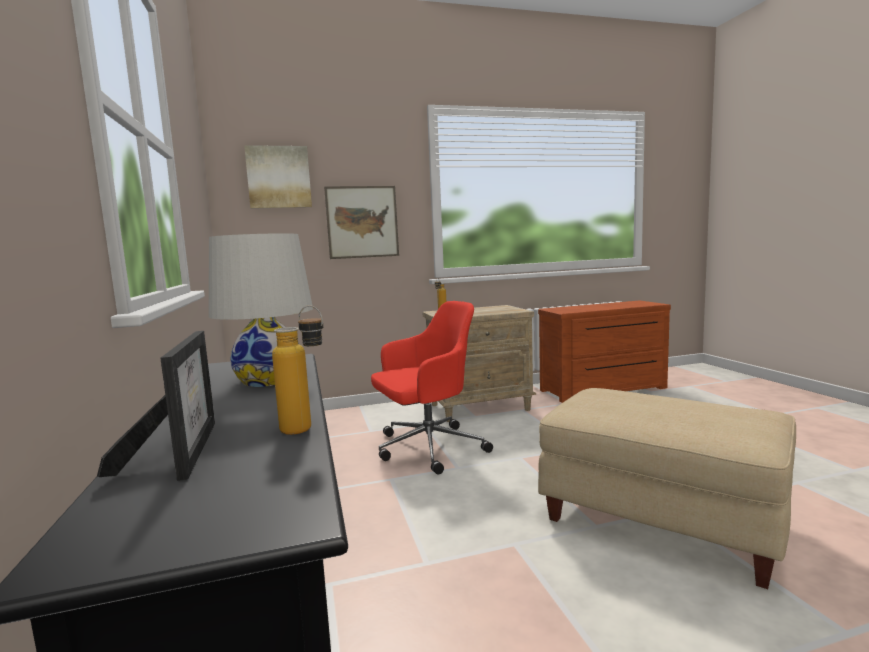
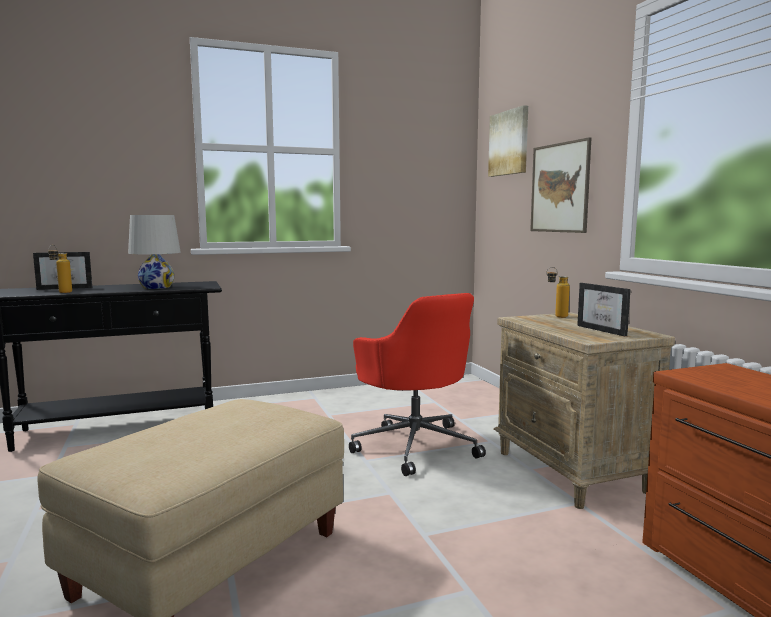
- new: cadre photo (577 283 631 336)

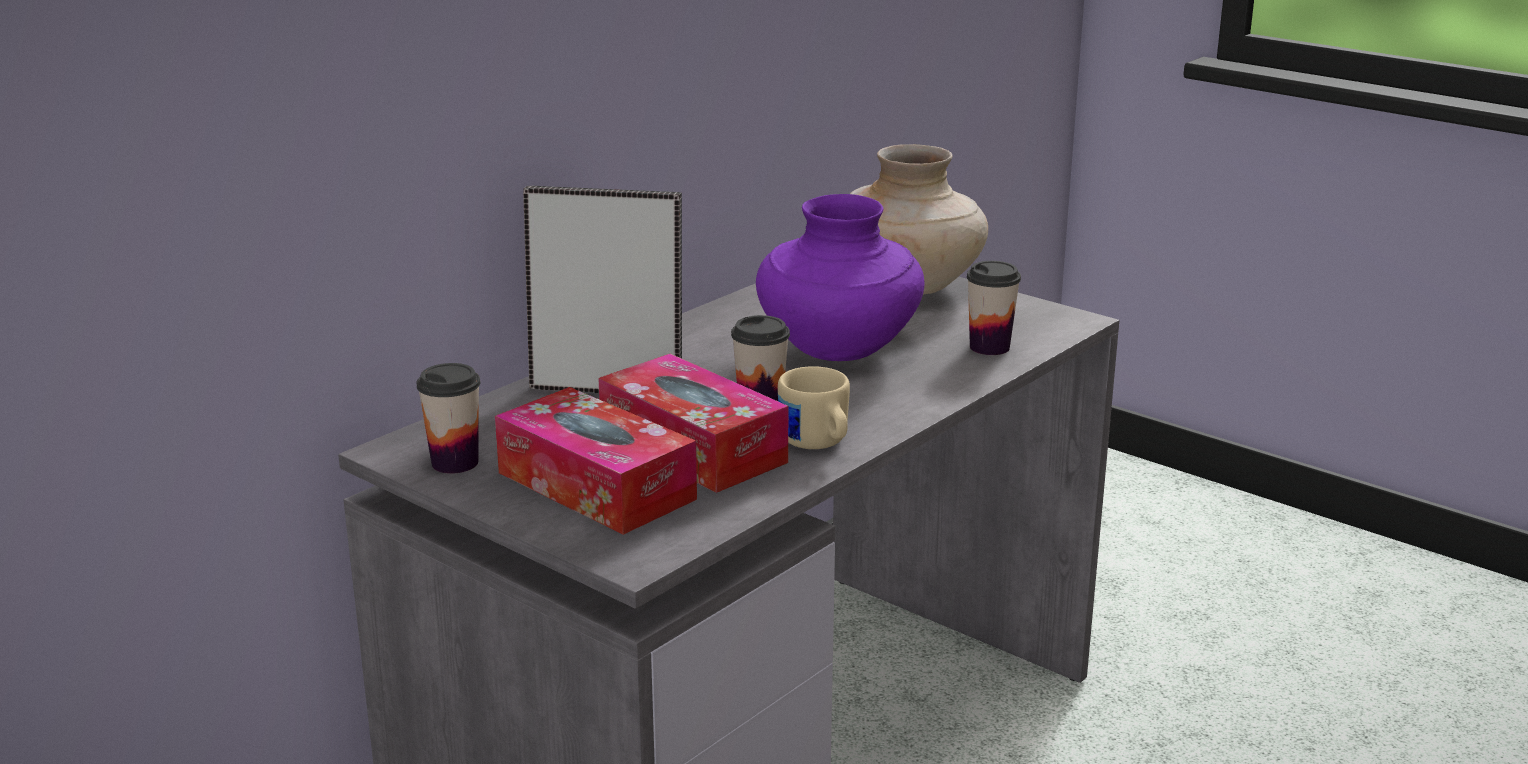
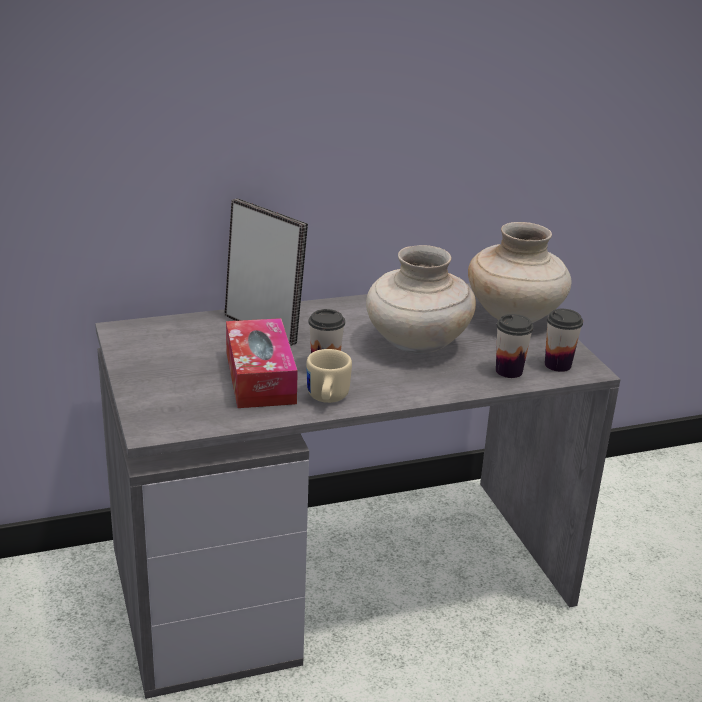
- repainted: vase (violet) (756 194 925 361) to vase (beige) (366 245 476 354)
- shifted: tasse (417 363 481 474) to (545 309 583 372)
- gone: boîte à mouchoirs (495 387 697 535)

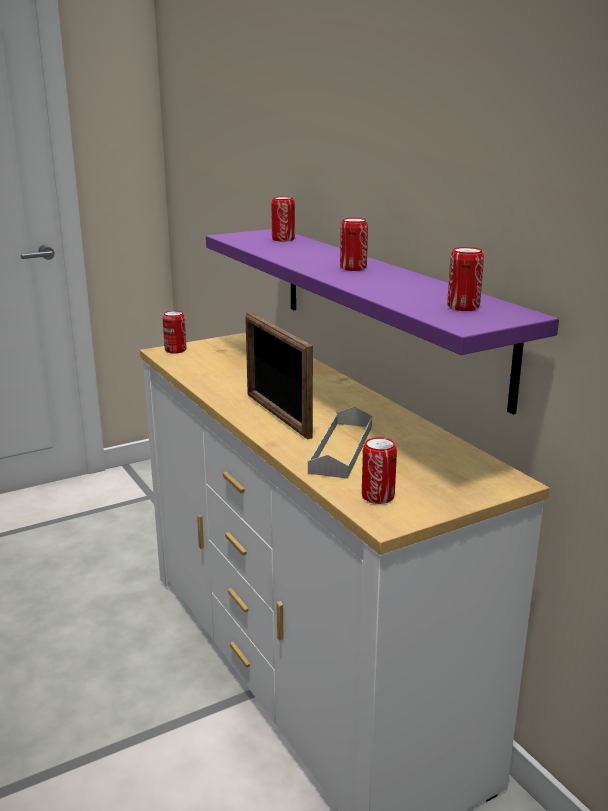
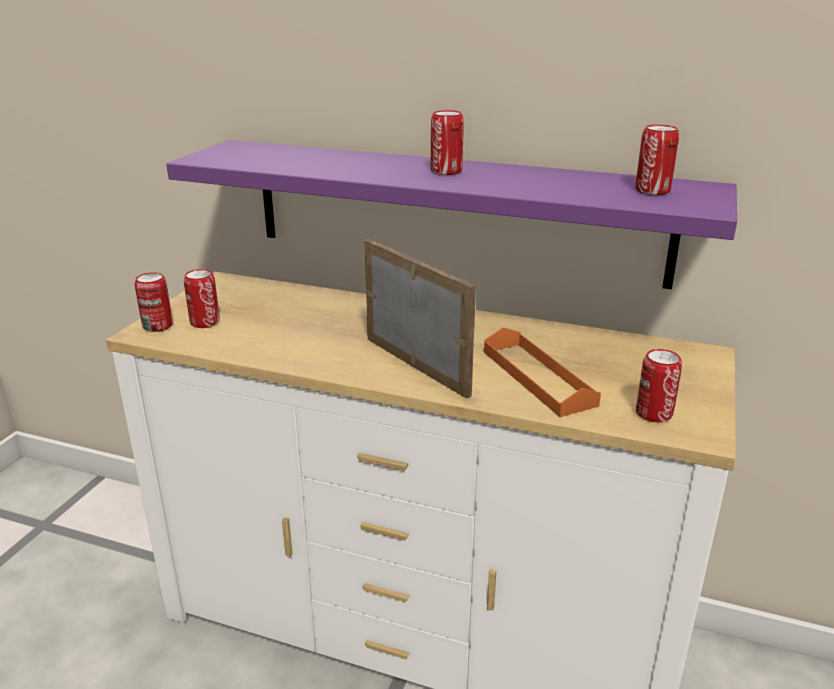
- shifted: boîte métallique (271 196 295 242) to (184 269 220 328)
- rotated: cadre photo (245 312 313 440) = (365 239 476 399) 150 degrees counterclockwise
- repainted: plateau (gris) (308 406 372 479) to plateau (orange) (484 327 601 417)

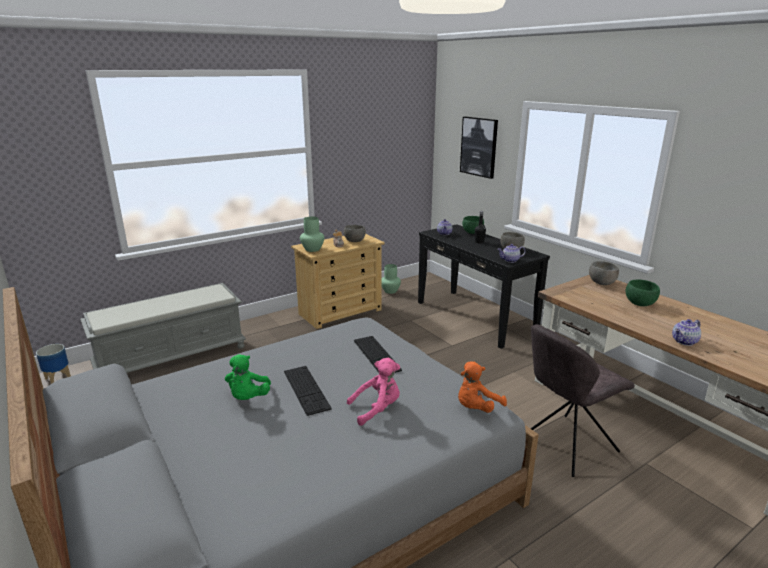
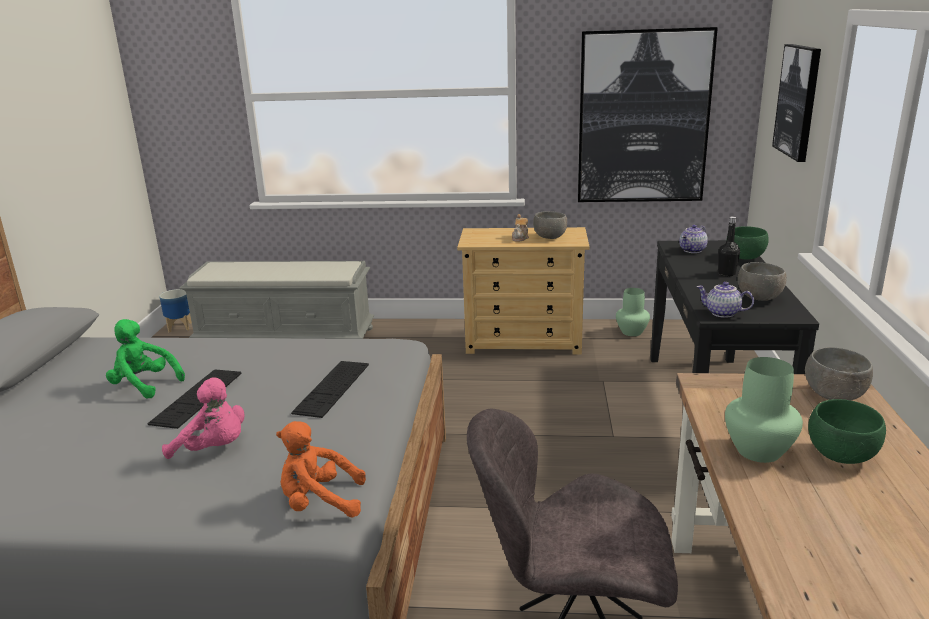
- shifted: vase (vert) (300 217 324 252) to (725 357 803 463)
- gone: théière (672 319 701 346)
- rotated: peluche (vert) (225 354 271 400) = (106 319 185 398) 75 degrees clockwise
- new: tableau (578 27 718 202)

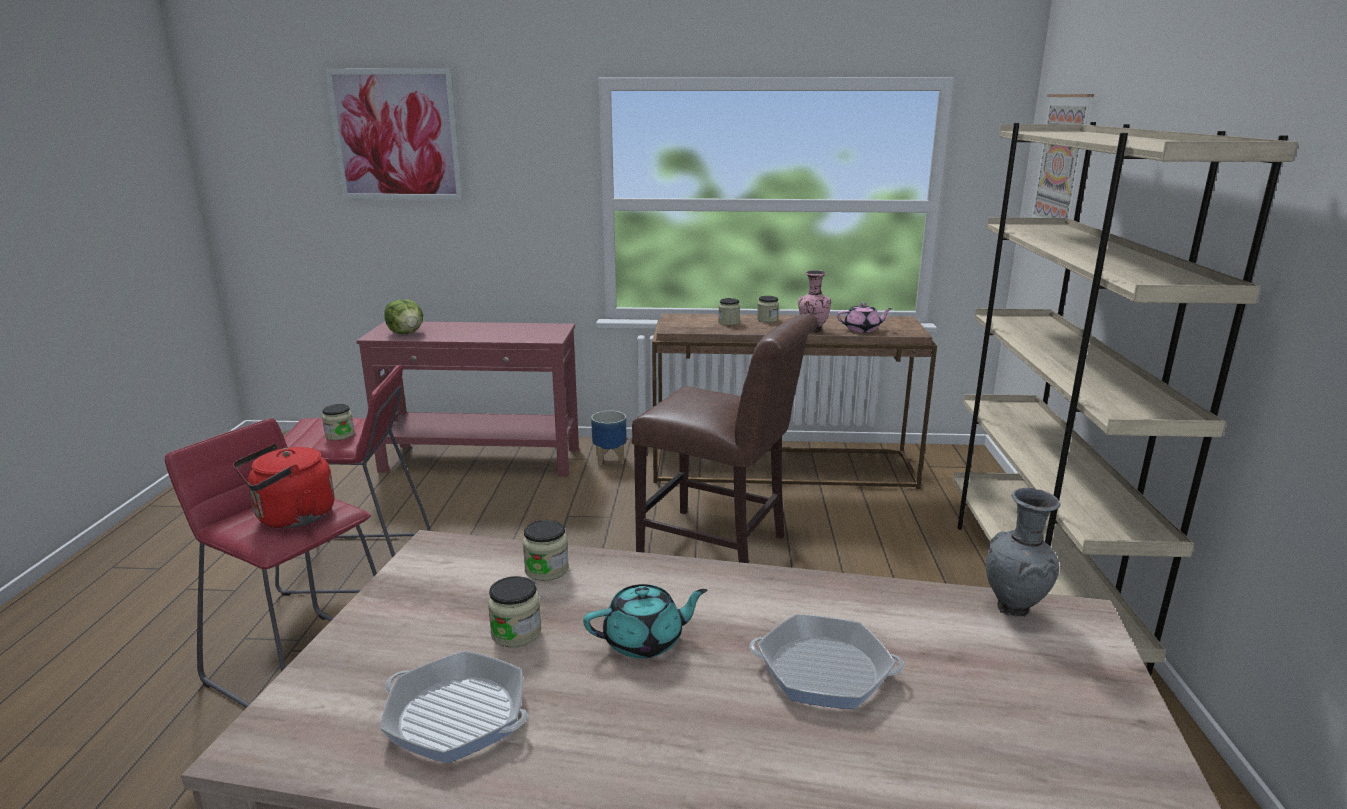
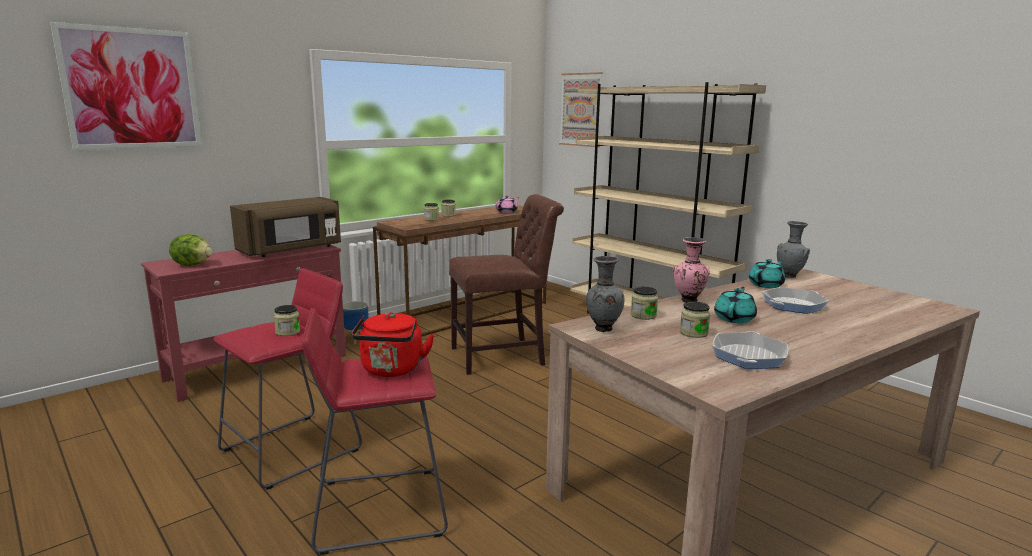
- shifted: vase (rose) (798 270 831 333) to (673 237 710 303)
- rotated: poêle (381 651 528 763) = (712 331 788 369) 135 degrees clockwise
- new: micro-ondes (marron) (230 197 341 257)
- new: vase (gris) (586 256 625 332)
- new: théière (turquoise) (749 259 785 288)

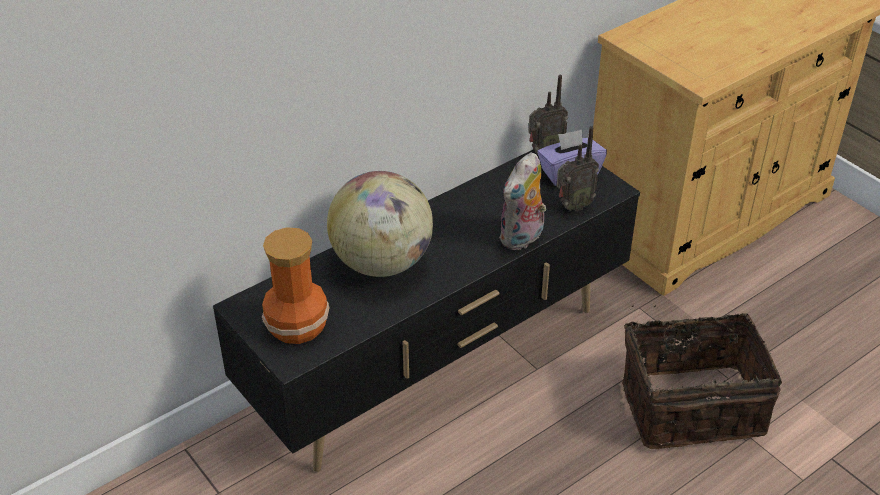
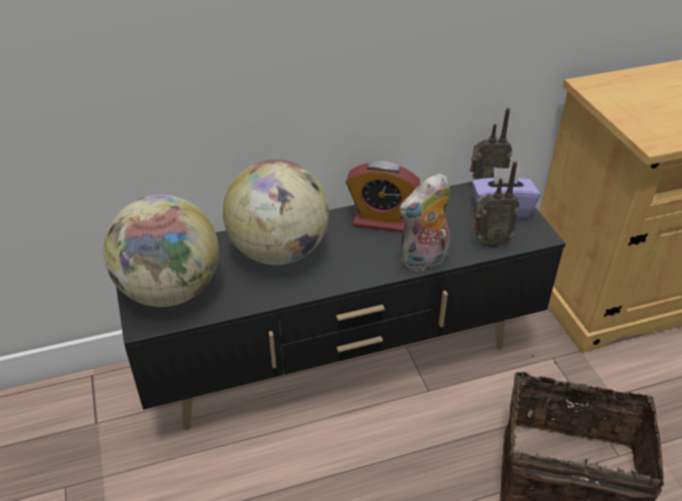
- swapped: vase (262 227 329 344) to globe (103 195 219 307)
- new: réveil (346 161 420 233)

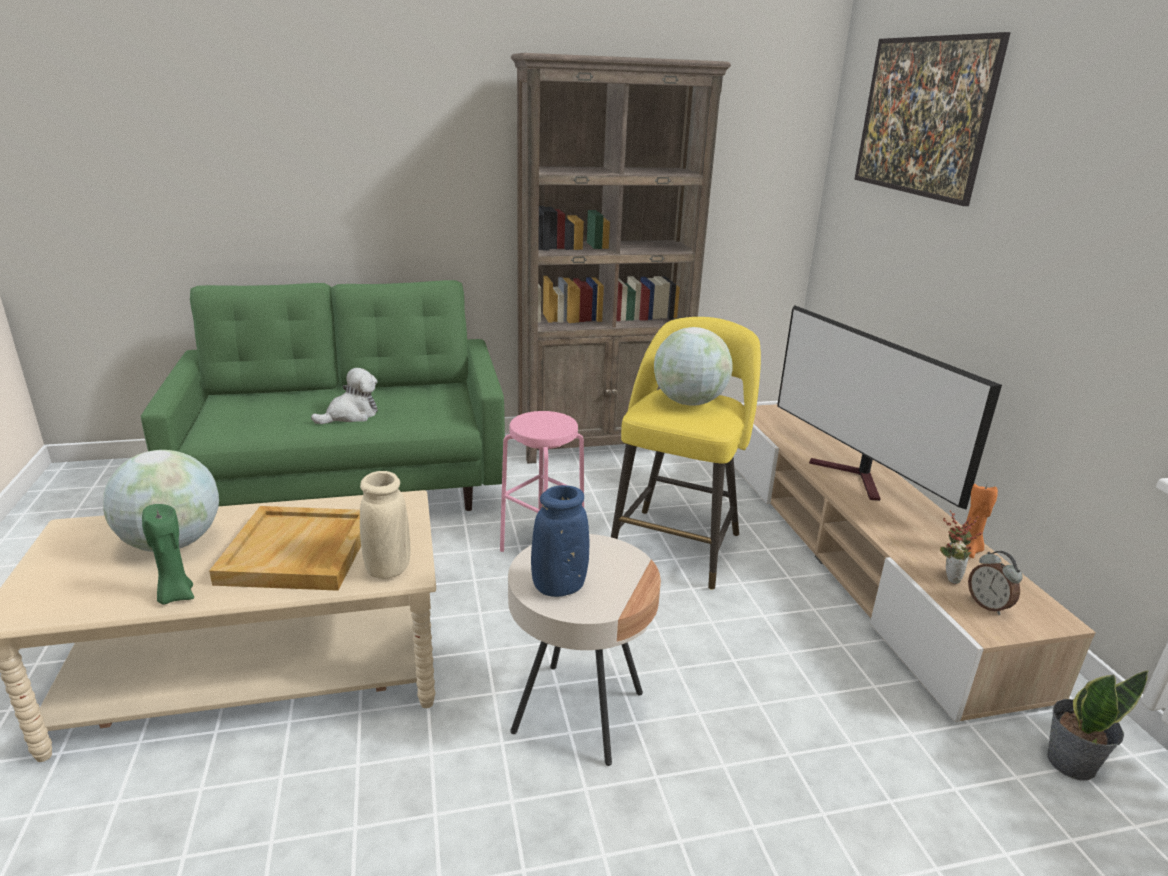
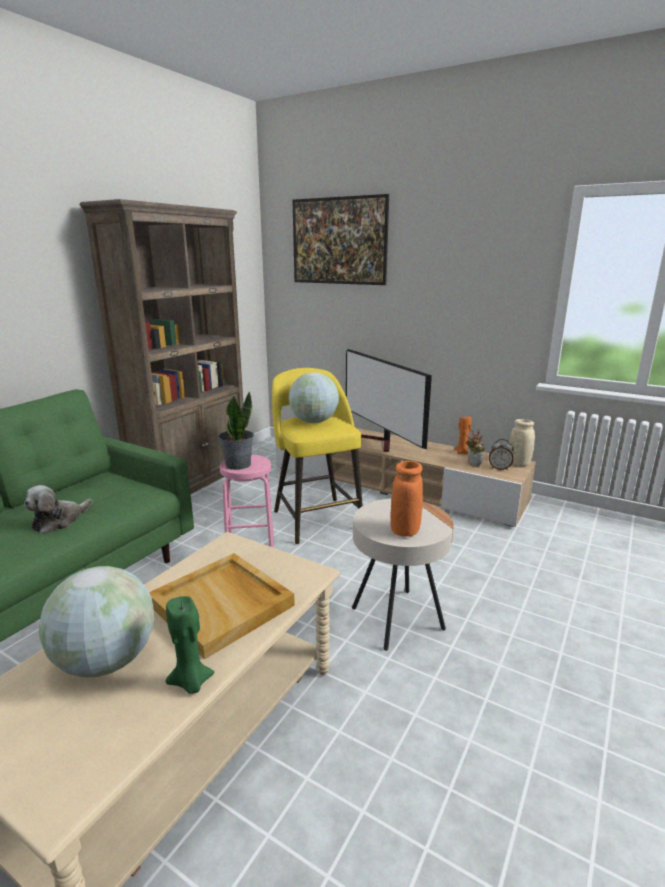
- rotated: téléviseur (777 305 1002 510) = (346 349 432 452) 45 degrees clockwise
- rotated: peluche (311 368 378 424) = (24 485 92 534) 150 degrees counterclockwise
- shifted: vase (beige) (360 471 410 579) to (509 419 535 466)
- repainted: vase (bleu) (531 485 589 597) to vase (orange) (390 461 423 537)
- shifted: plante en pot (1047 670 1149 781) to (218 392 254 470)

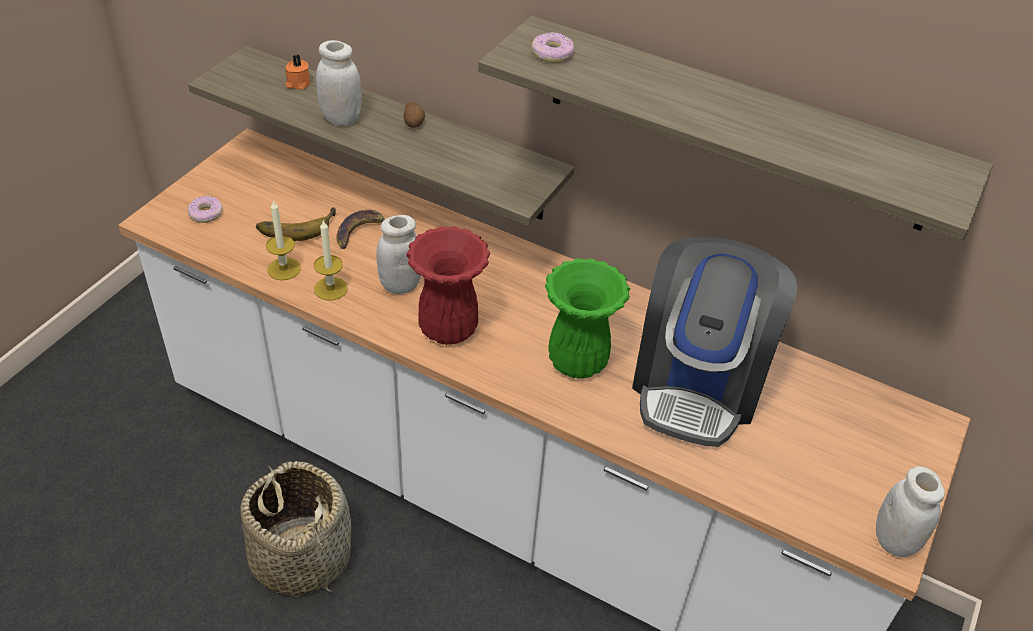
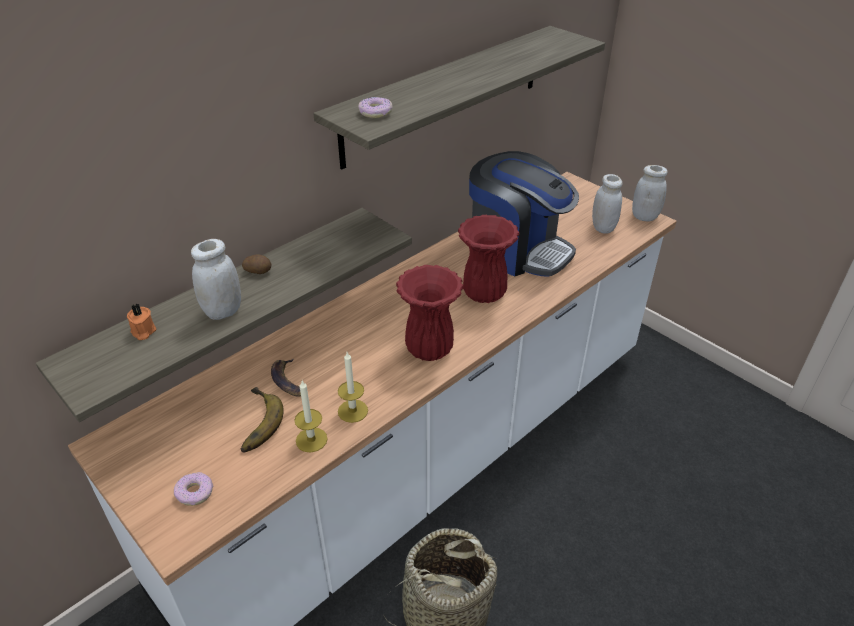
- shifted: bocal (blanc) (376 215 421 294) to (592 174 622 234)
- repainted: vase (vert) (545 258 631 379) to vase (rouge) (458 215 519 303)

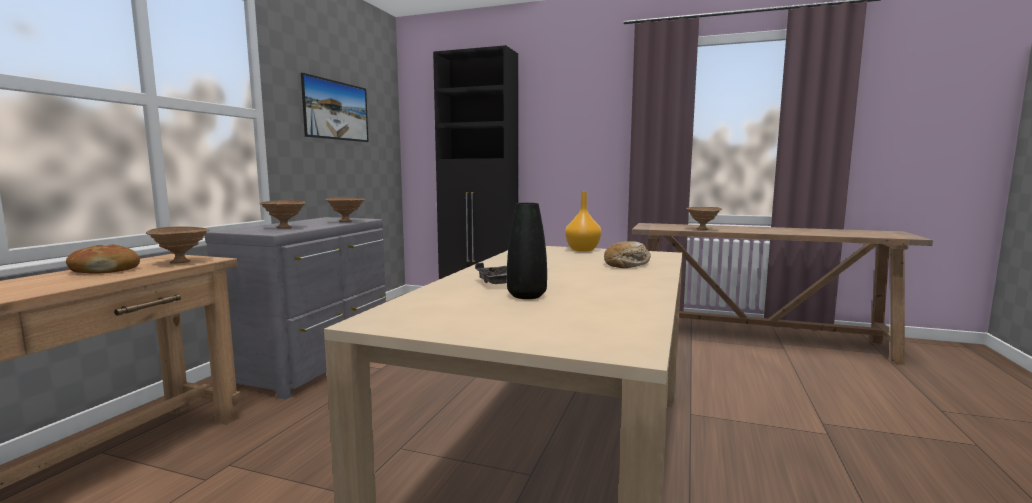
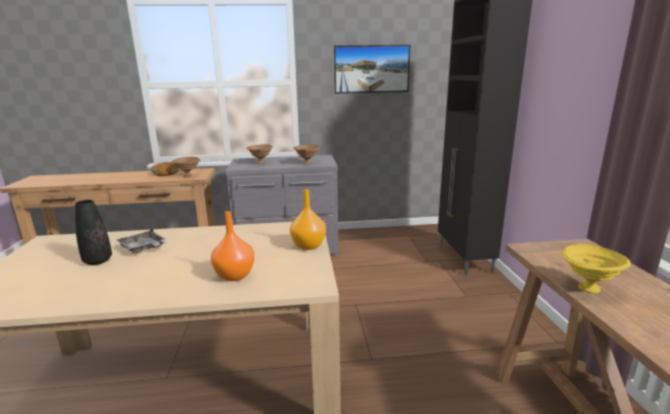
- repainted: bol (marron) (686 207 722 230) to bol (jaune) (562 244 631 294)
- swapped: pain (604 241 651 268) to vase (orange) (211 211 254 281)

